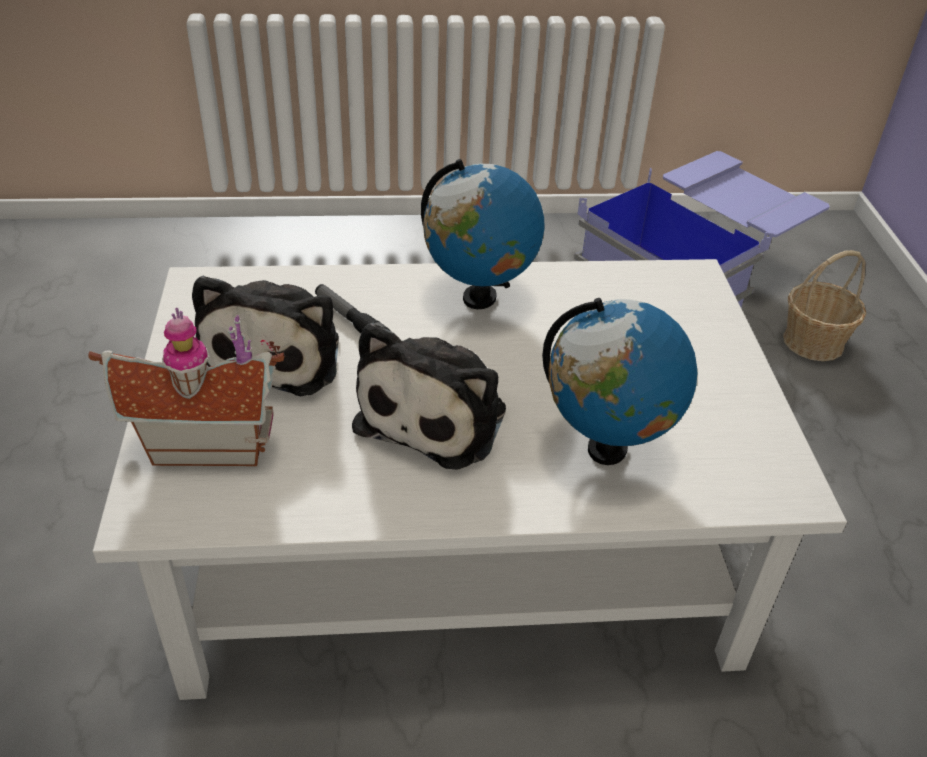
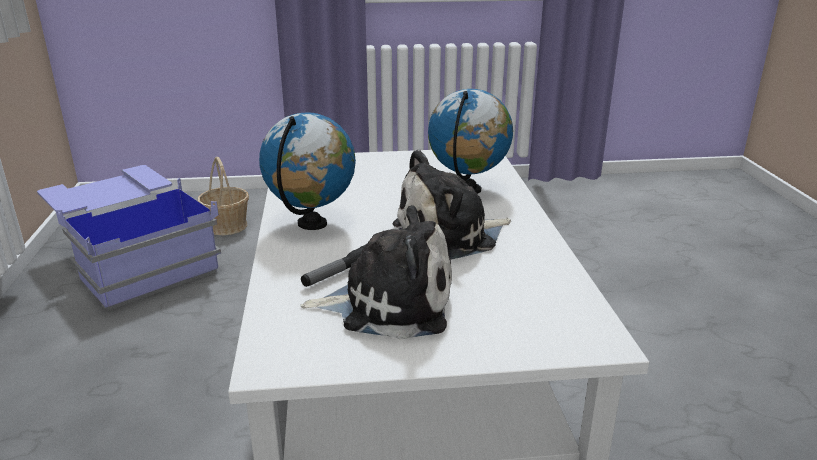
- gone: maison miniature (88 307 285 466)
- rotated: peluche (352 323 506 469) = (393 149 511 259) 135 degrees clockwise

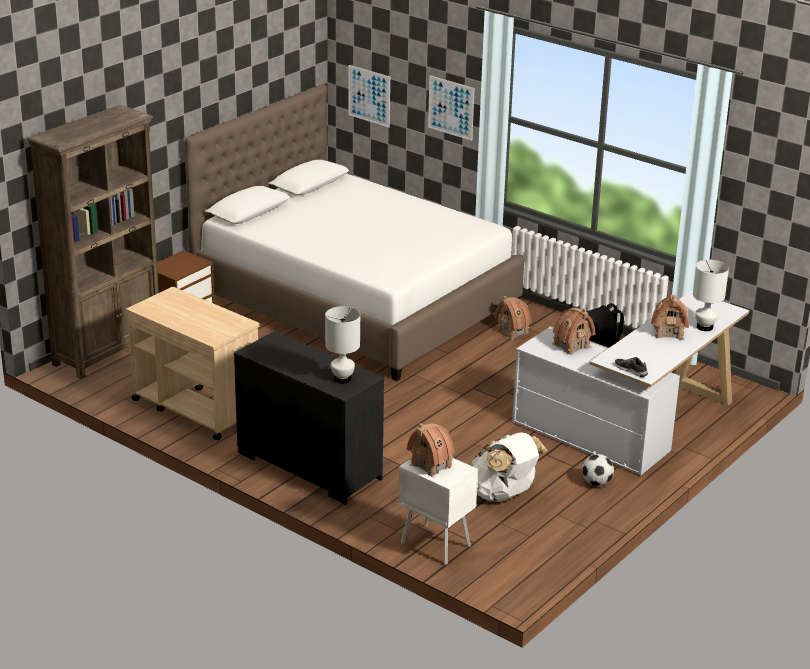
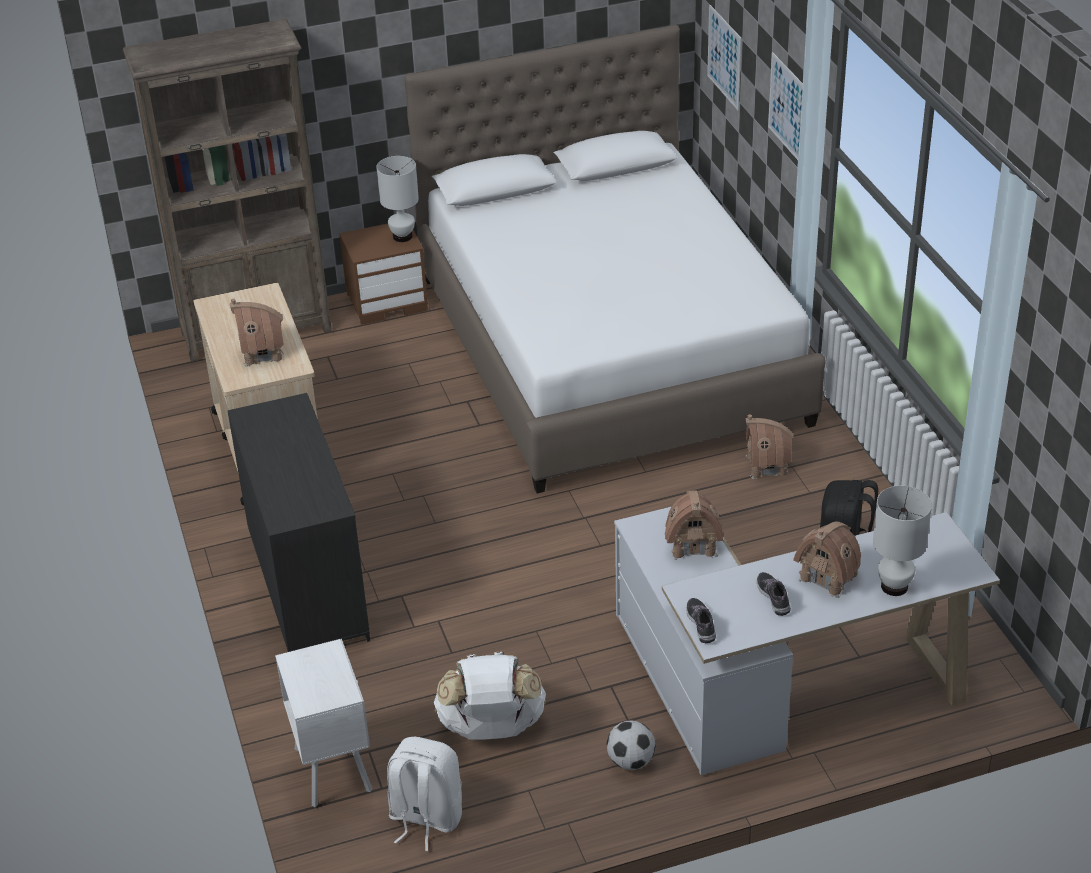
- shifted: lampe de table (blanc) (325 306 360 384) to (376 156 419 242)
- shifted: maison miniature (407 423 455 478) to (230 298 284 367)
- new: chaussure (757 572 791 616)
- new: sac à dos (blanc) (387 737 462 851)

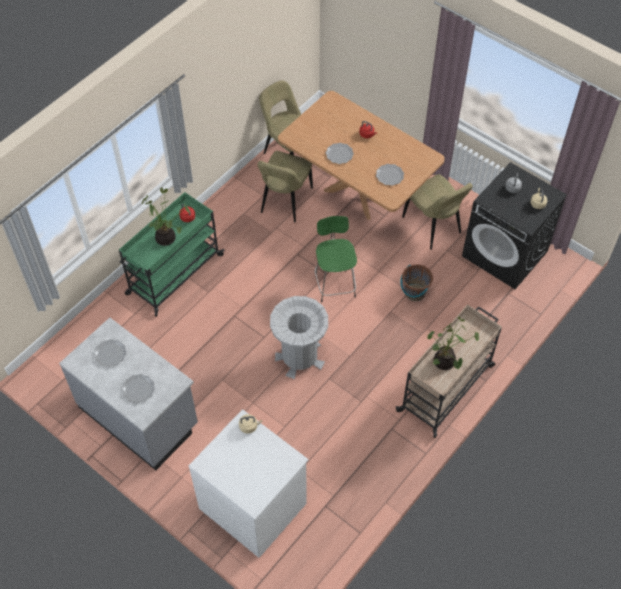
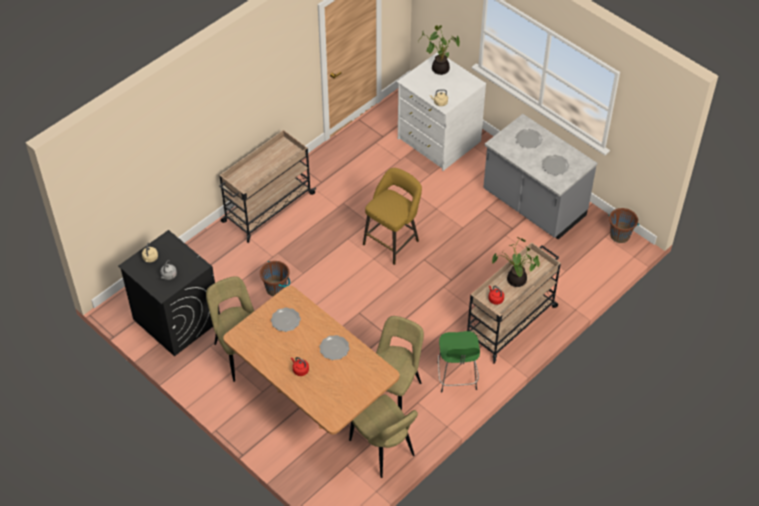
- repainted: chariot (vert) (119 192 225 317) to chariot (beige) (467 242 561 363)
- shifted: tabouret (vert) (315 216 357 302) to (437 331 480 392)
- swapped: poubelle (gris) (270 296 328 379) to tabouret (jaune) (363 168 422 265)
- shifted: plante en pot (427 316 479 370) to (418 25 460 75)
- new: seau (marron) (608 208 639 243)

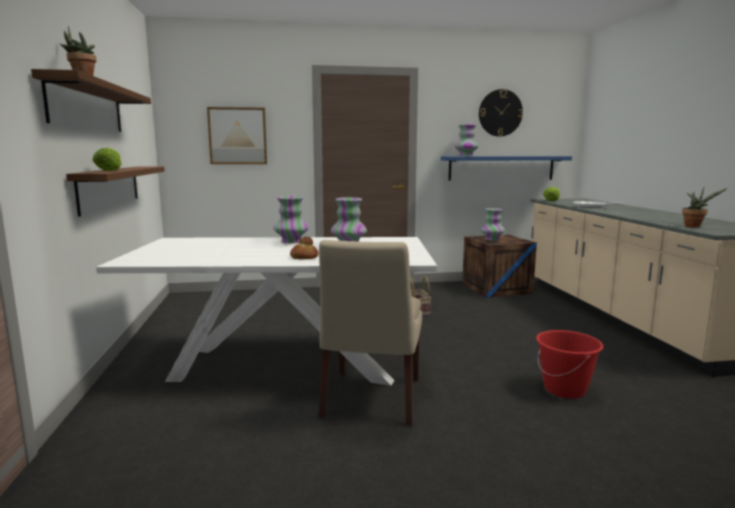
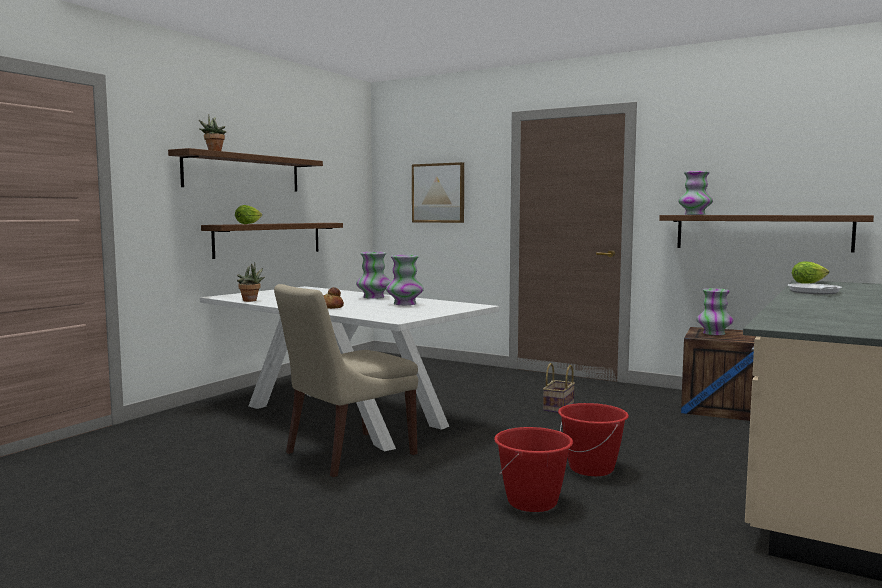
- gone: horloge murale (479 89 523 137)
- repainted: étagère (bleu) (441 156 572 181) to étagère (marron) (659 215 874 252)
- shifted: plante en pot (682 187 728 227) to (237 262 265 302)
- new: seau (rouge) (558 403 629 476)

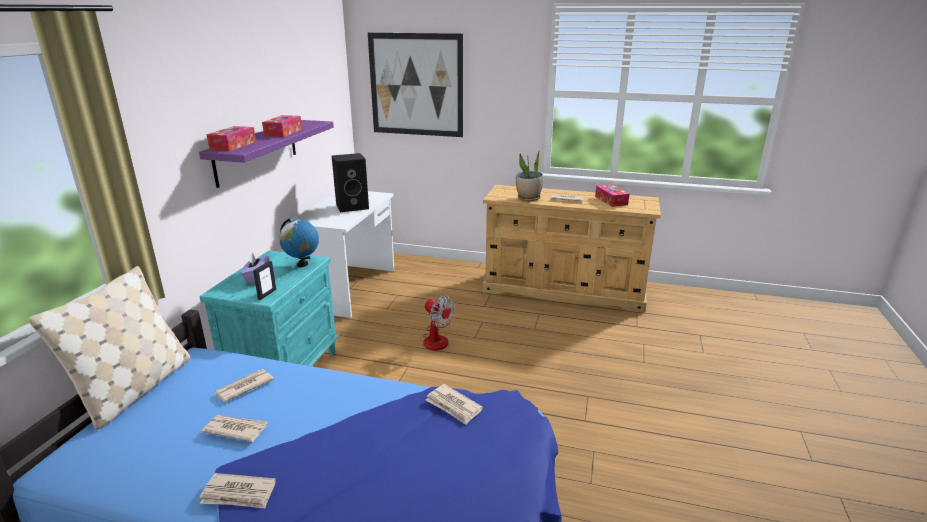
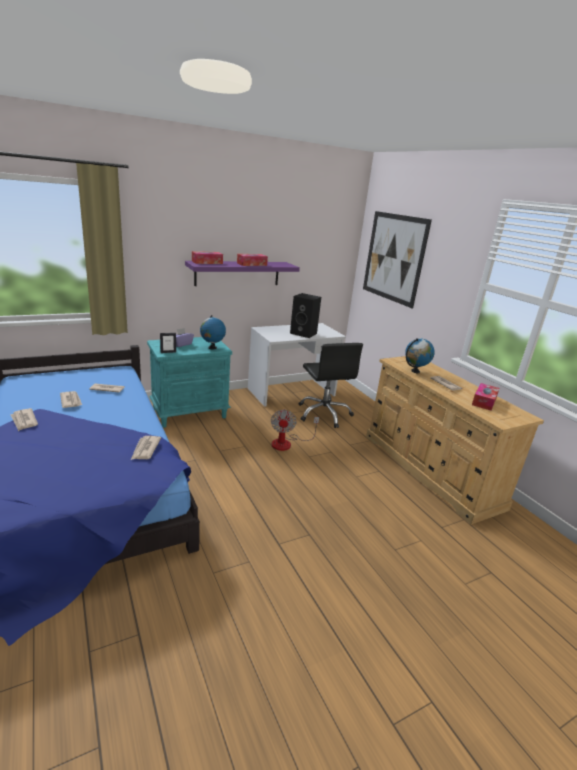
- swapped: plante en pot (516 152 543 201) to globe (405 338 435 373)
- gone: coussin (beige) (28 266 190 430)
- new: chaise de bureau (noir) (298 343 363 428)

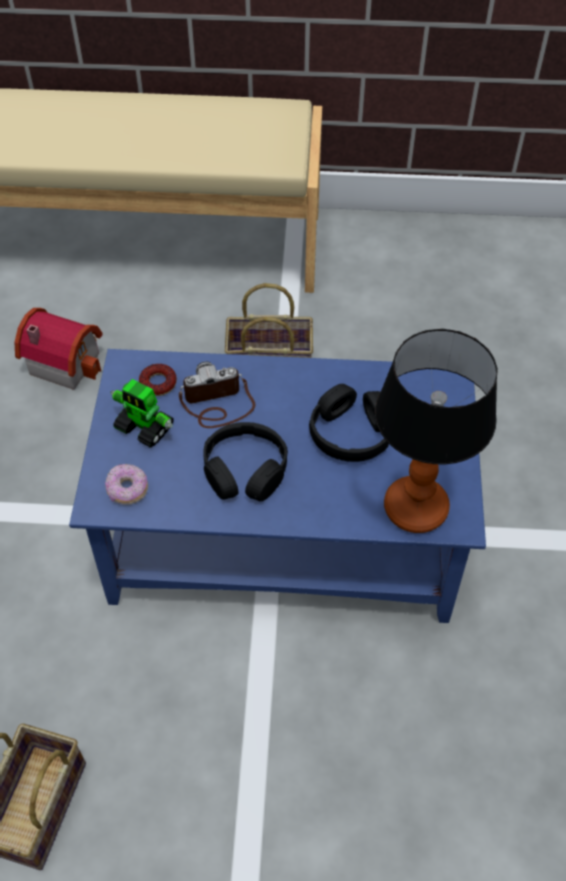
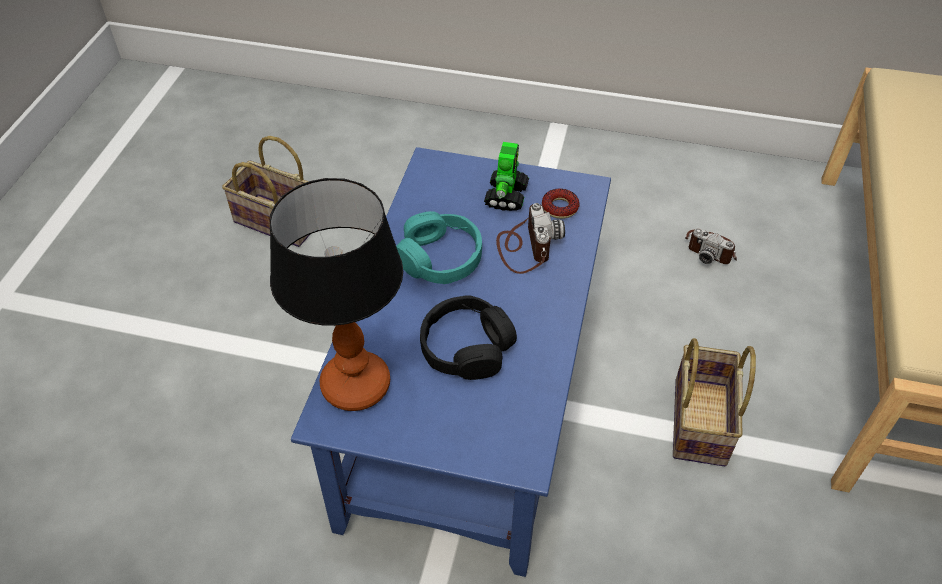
- swapped: maison miniature (14 308 103 390) to appareil photo (685 228 737 264)
- rotated: robot jouet (111 379 174 448) = (484 142 529 211) 150 degrees clockwise
- repainted: casque audio (noir) (203 422 288 501) to casque audio (turquoise) (396 211 482 284)
- gone: beignet (105 464 148 505)

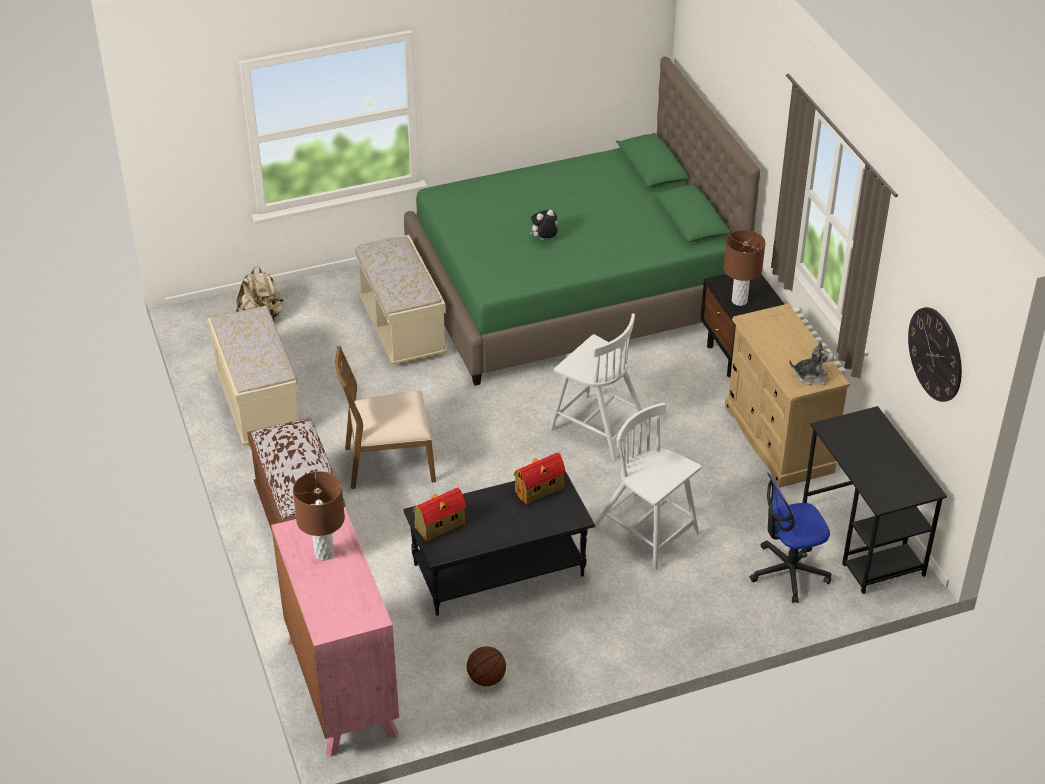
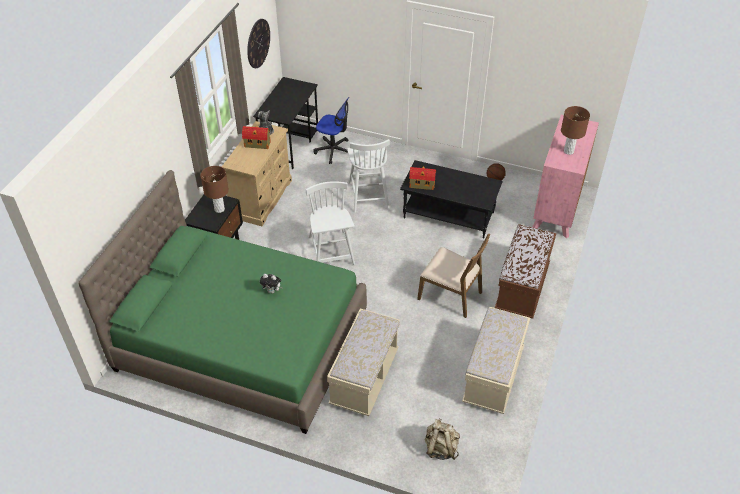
- shifted: maison miniature (413 488 466 541) to (242 126 271 149)

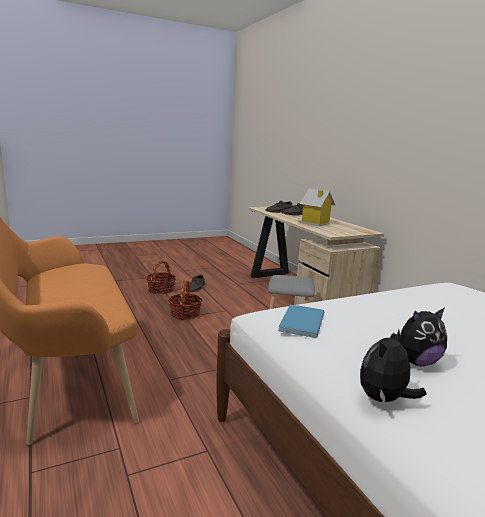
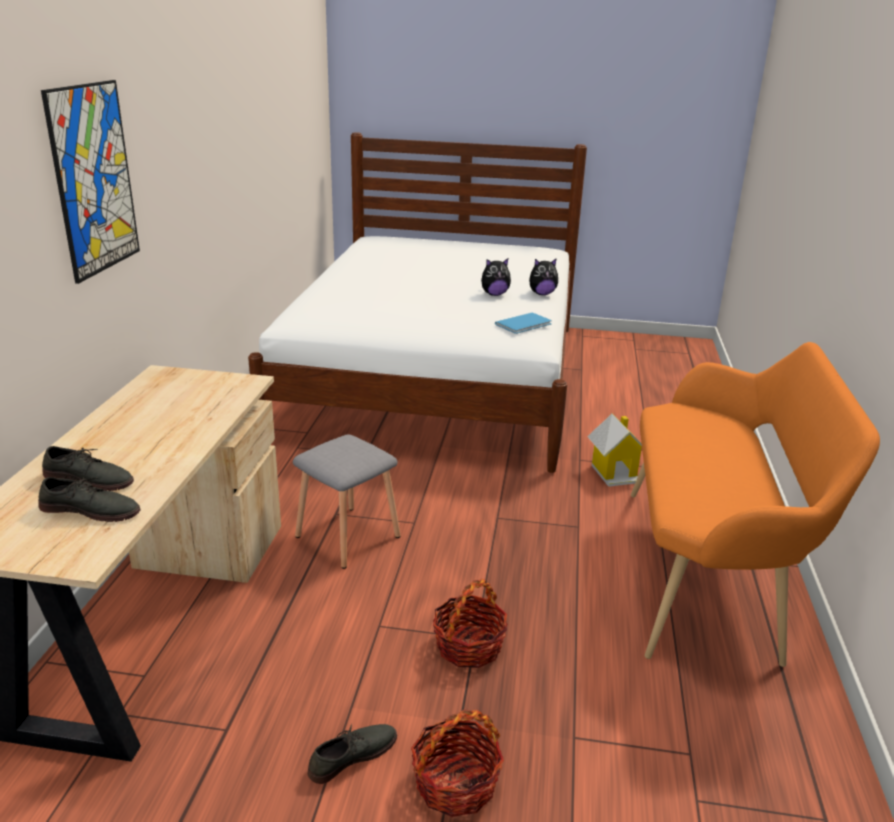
- shifted: maison miniature (298 188 335 226) to (587 414 642 487)
- rotated: peluche (390 308 447 366) = (481 259 511 296) 150 degrees clockwise
- new: tableau (41 80 140 284)

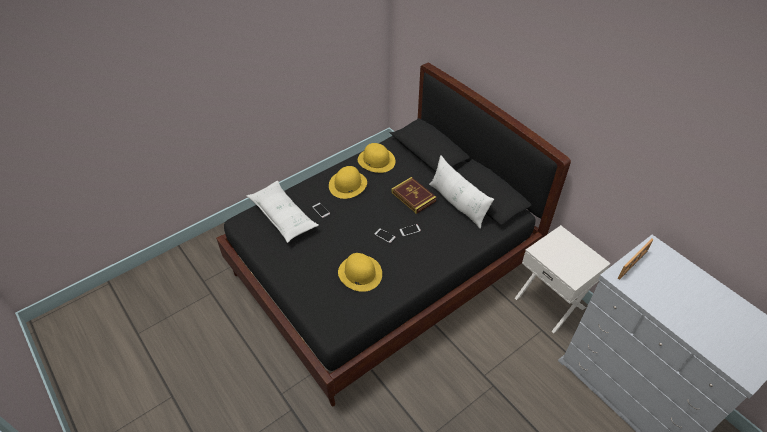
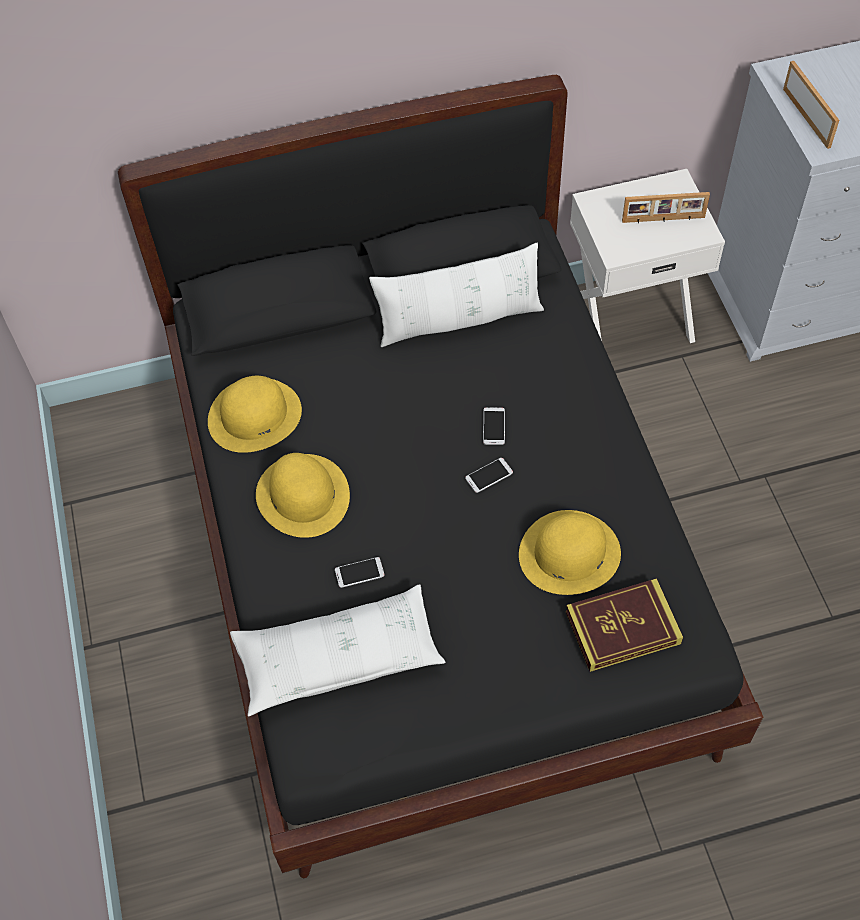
- shifted: livre (392 177 437 214) to (566 578 683 672)
- new: cadre photo (622 192 710 223)

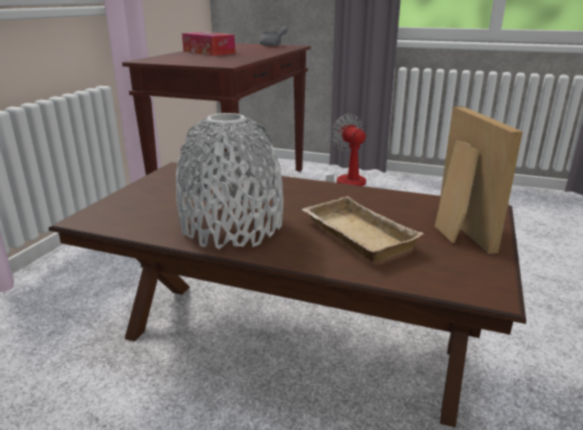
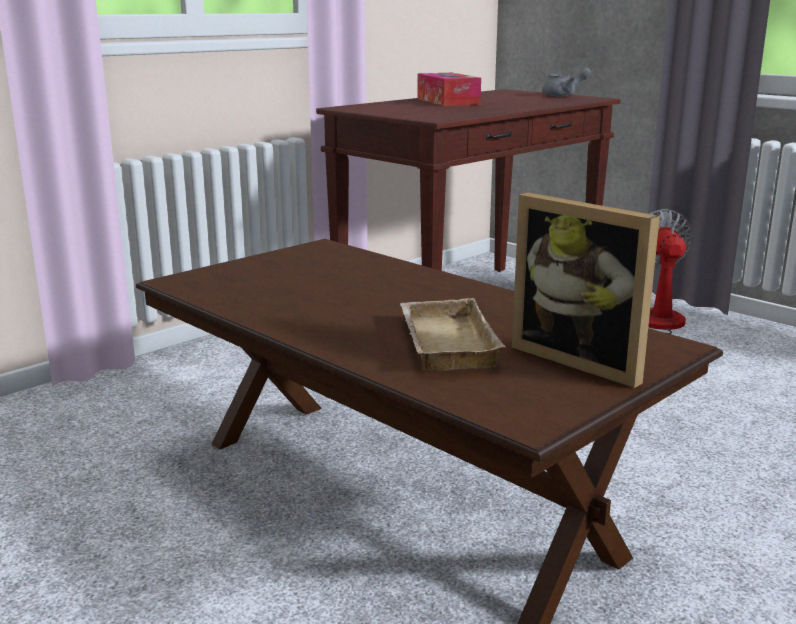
- rotated: cadre photo (435 106 523 254) = (512 193 660 388) 120 degrees clockwise
- gone: vase (gris) (176 113 284 249)

